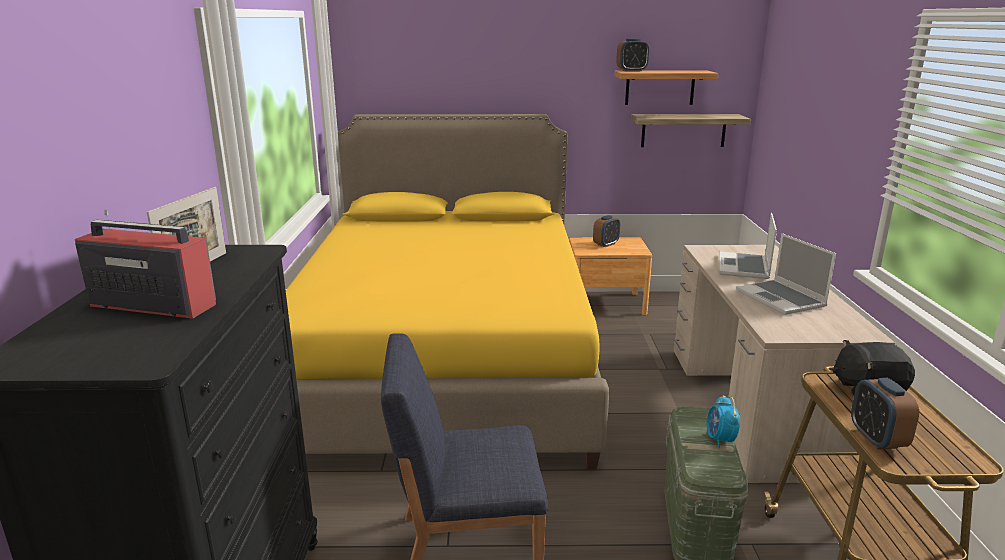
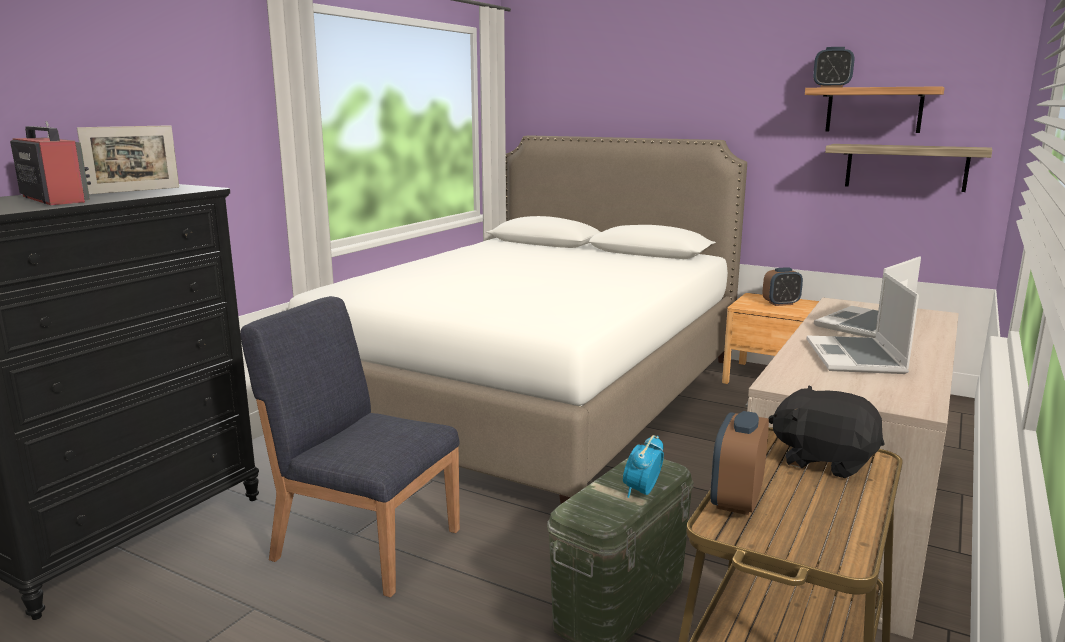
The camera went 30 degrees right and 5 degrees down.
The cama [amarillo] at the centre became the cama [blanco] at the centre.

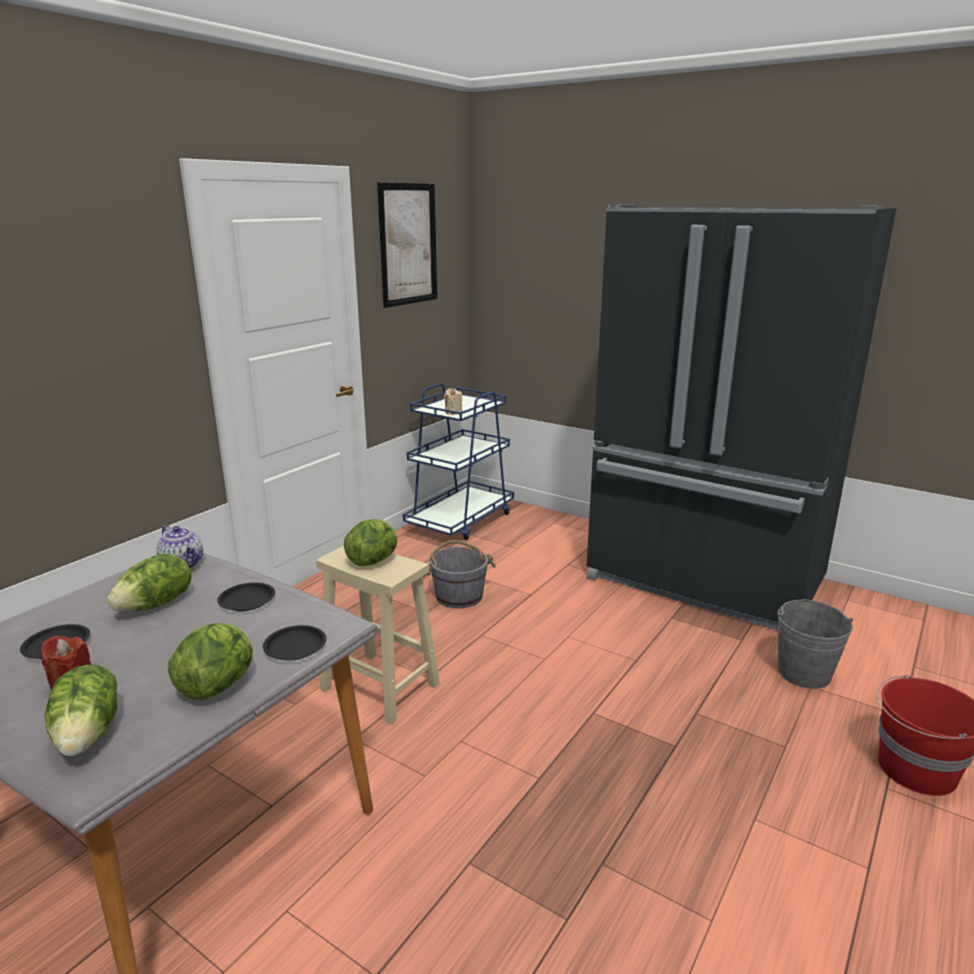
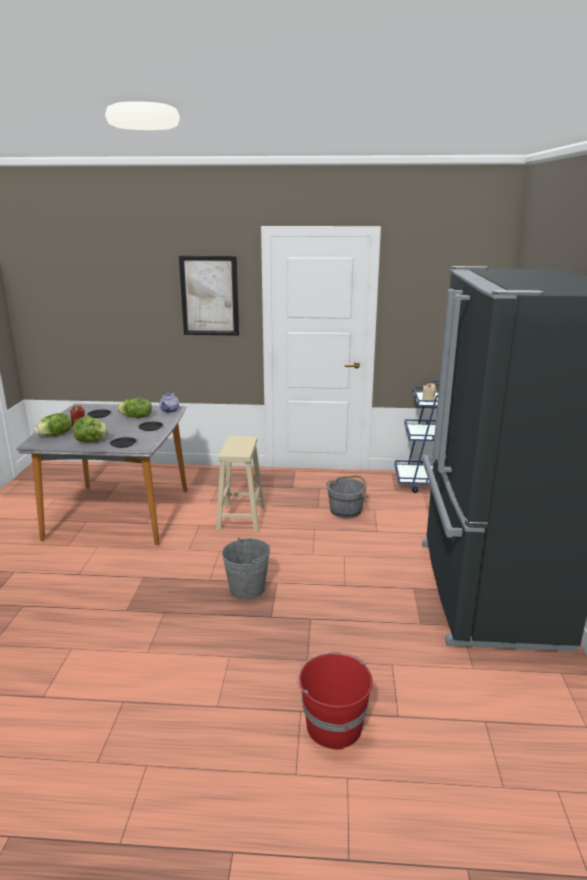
The camera went 60 degrees right and 0 degrees up.
The cuadro moved from the top centre to the centre.
The cubo [gris] (2nd from left in the first image) moved from the middle right to the centre.
The lechuga (4th from left) at the centre disappeared.

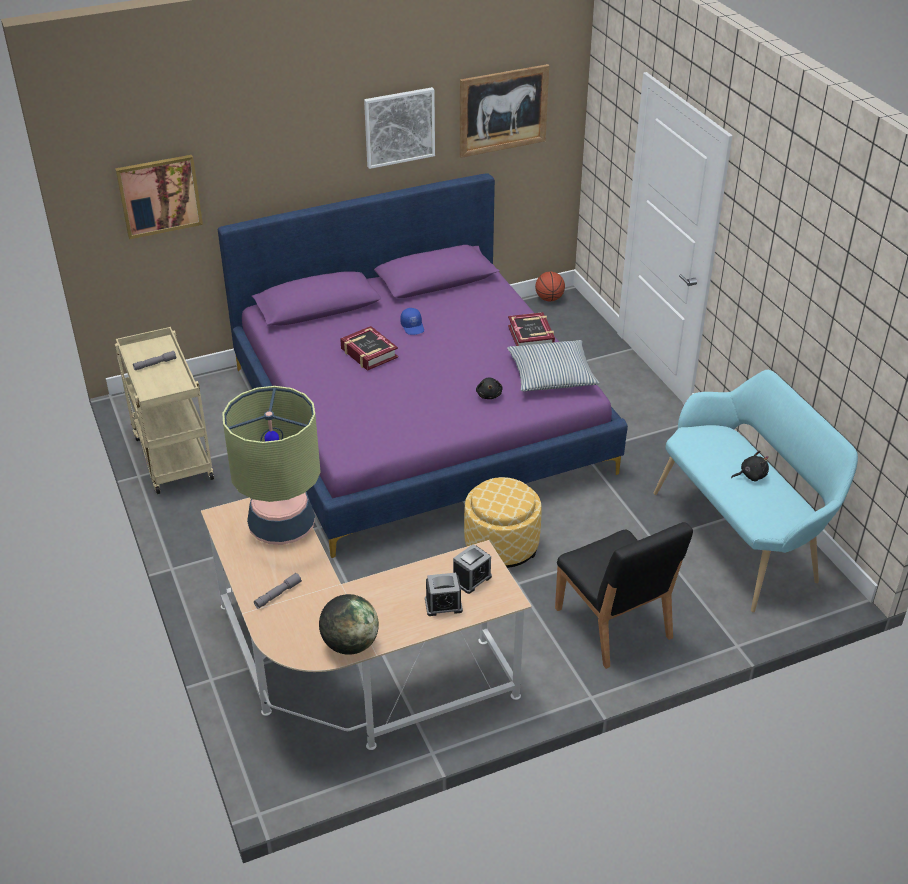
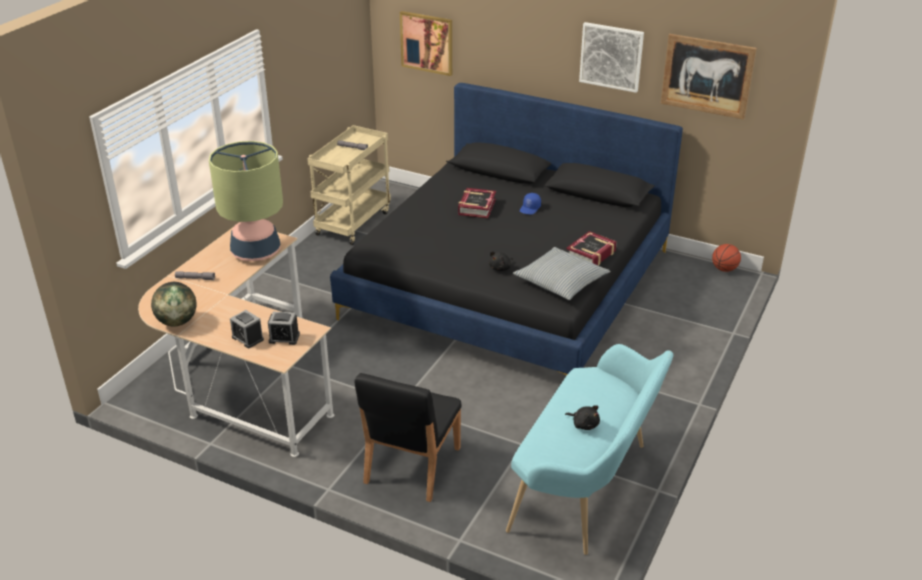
The camera went 50 degrees right and 5 degrees down.
The cama [morado] at the centre became the cama [negro] at the centre.
The puf at the centre disappeared.

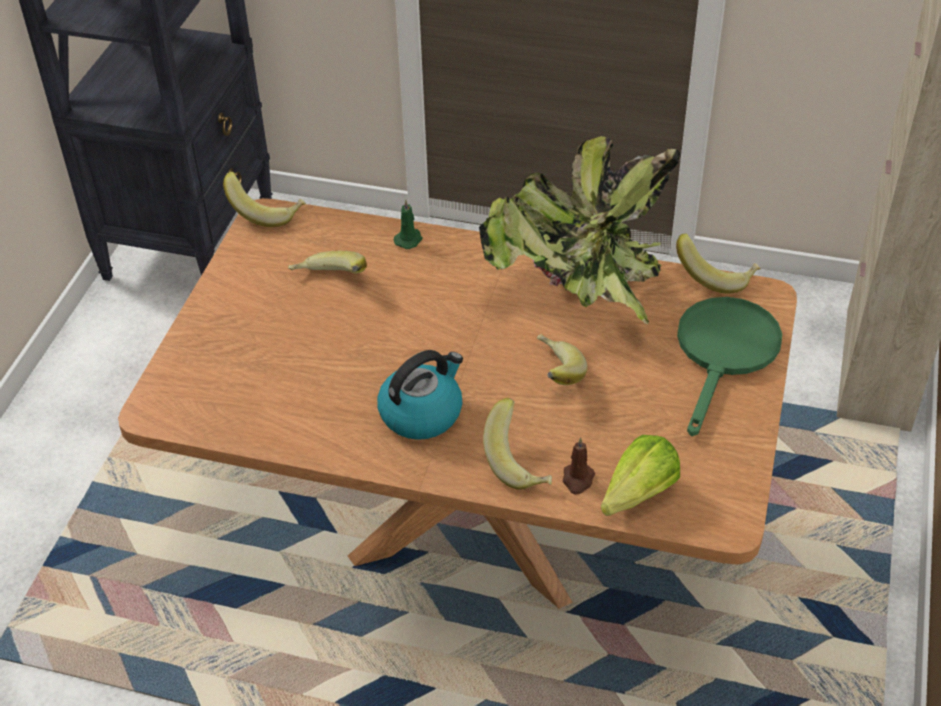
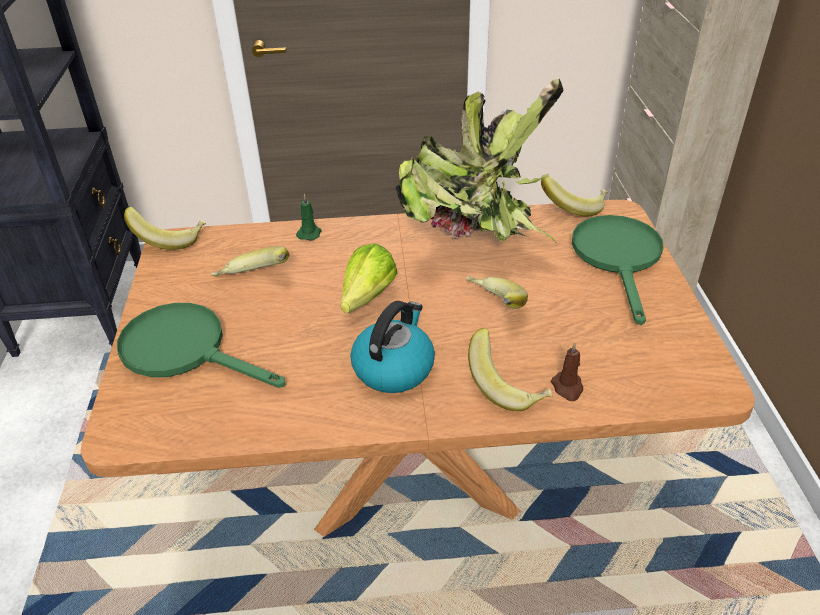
The camera went 20 degrees left and 5 degrees down.
The sartén [verde] (1st from left) at the middle left appeared.
The lechuga moved from the bottom right to the centre.

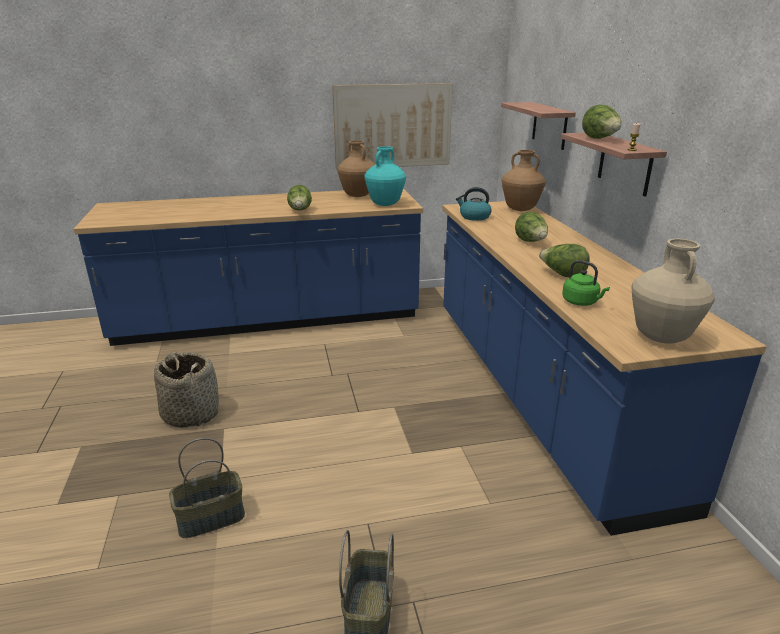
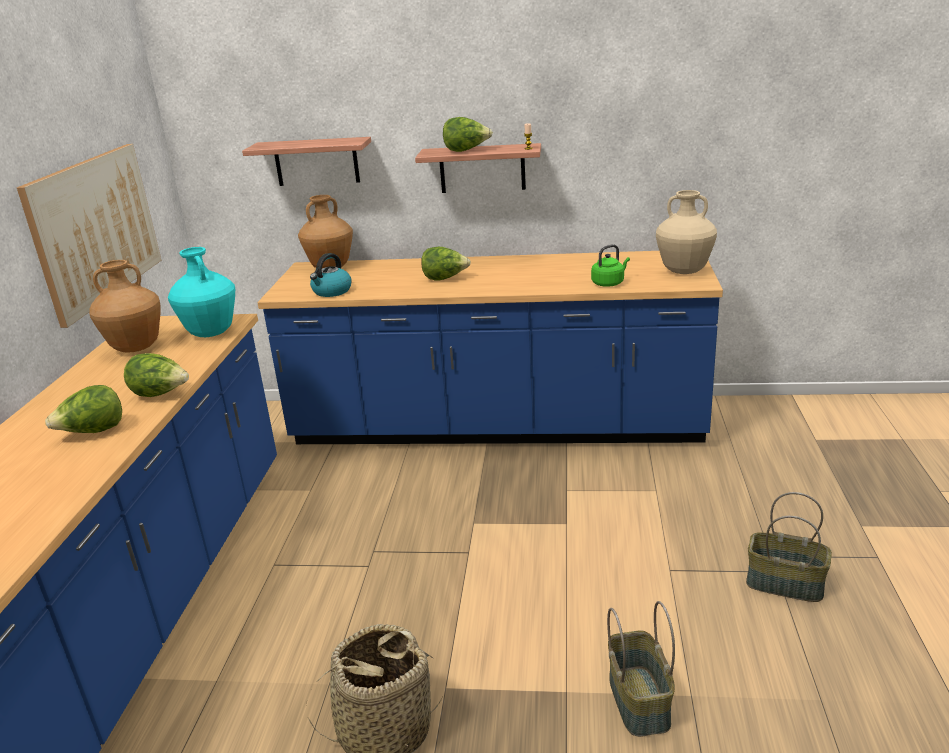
The camera went 70 degrees left and 0 degrees up.
The lechuga (3rd from left in the first image) moved from the middle right to the middle left.

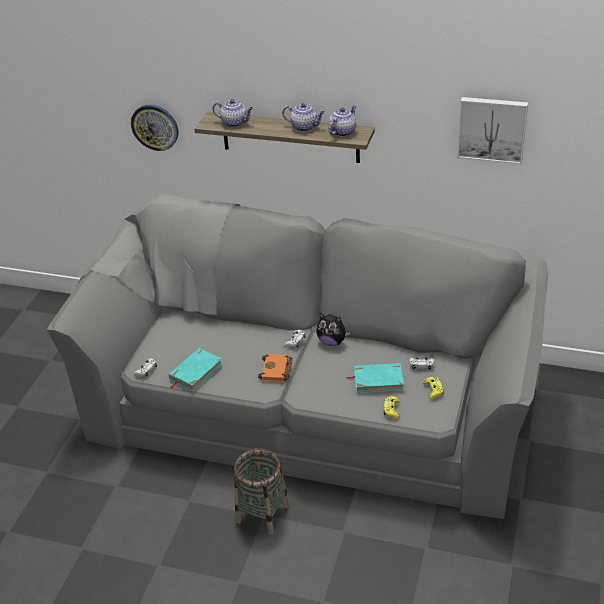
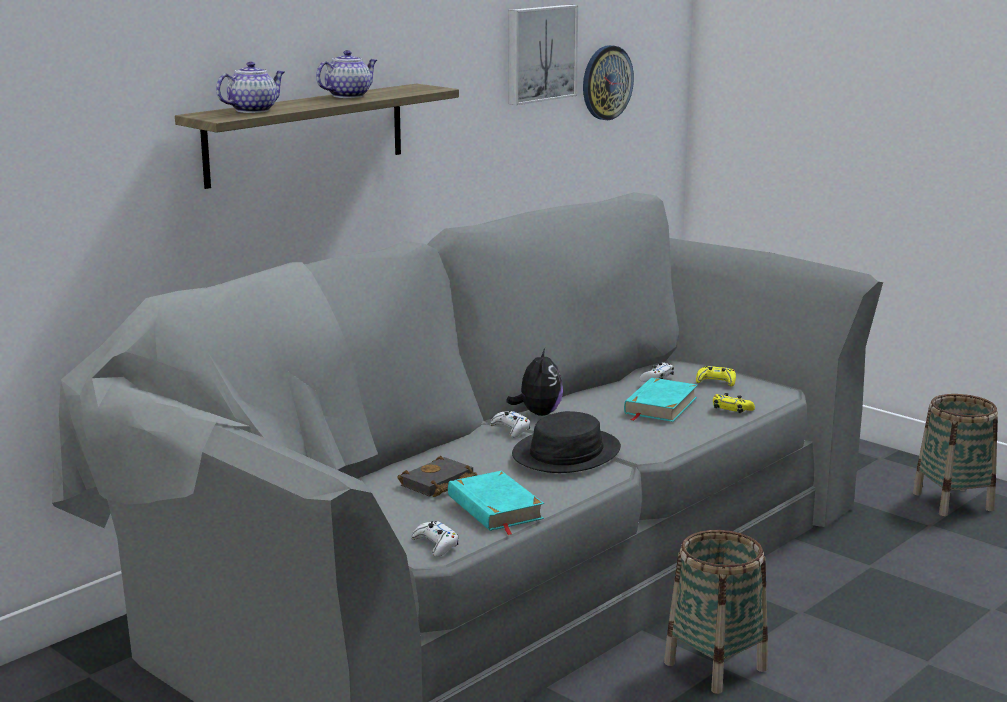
The camera went 65 degrees left and 20 degrees down.
The libro [negro] at the bottom centre appeared.
The peluche at the centre turned 45 degrees counterclockwise.
The libro [naranja] at the centre was replaced by the sombrero [negro] at the centre.
The reloj de pared moved from the top left to the top centre.
The cesta (2nd from left) at the middle right appeared.
The tetera (3rd from left) at the top centre disappeared.

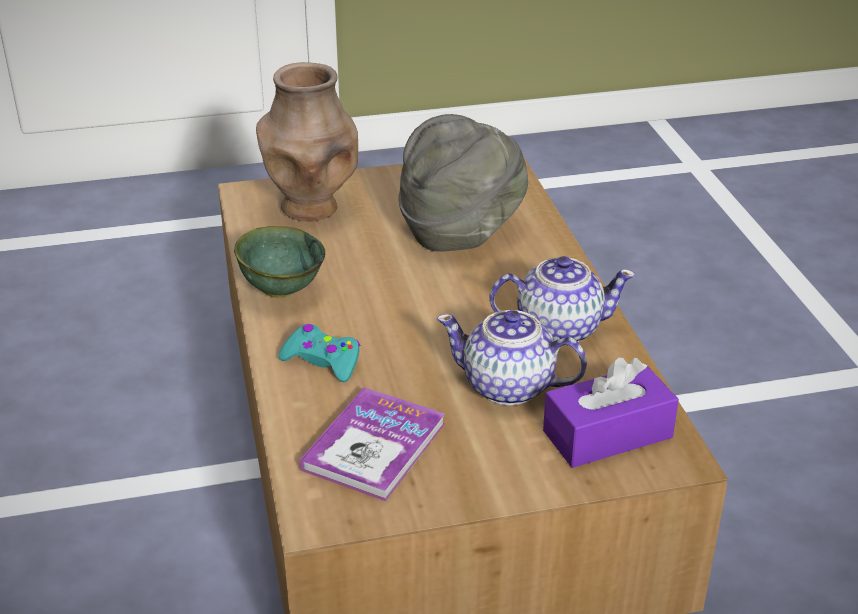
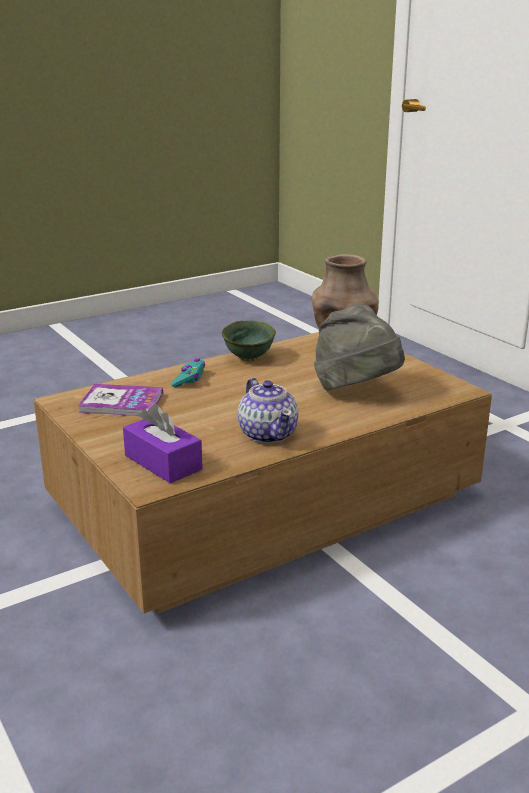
The camera went 70 degrees right and 10 degrees down.
The tetera (1st from left) at the centre disappeared.

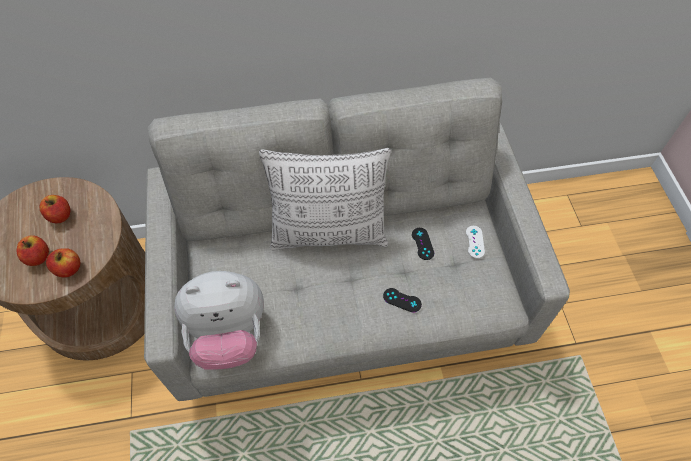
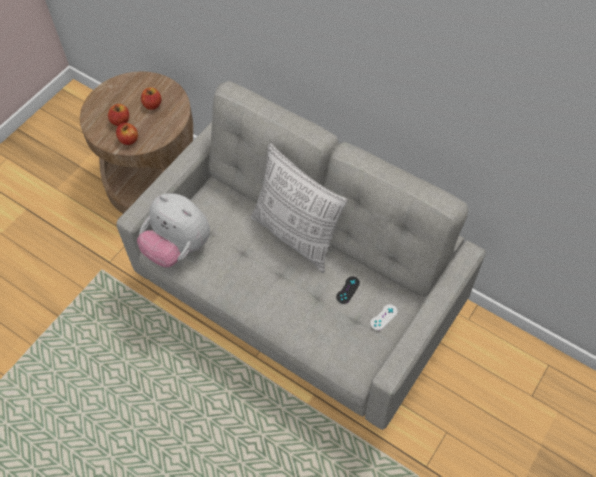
The camera went 45 degrees right and 0 degrees up.
The mando de consola [negro] (1st from left) at the centre disappeared.

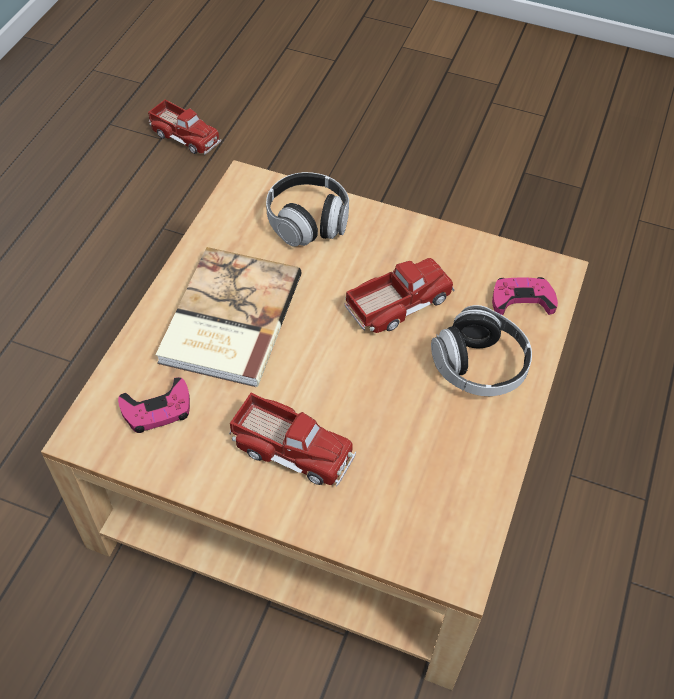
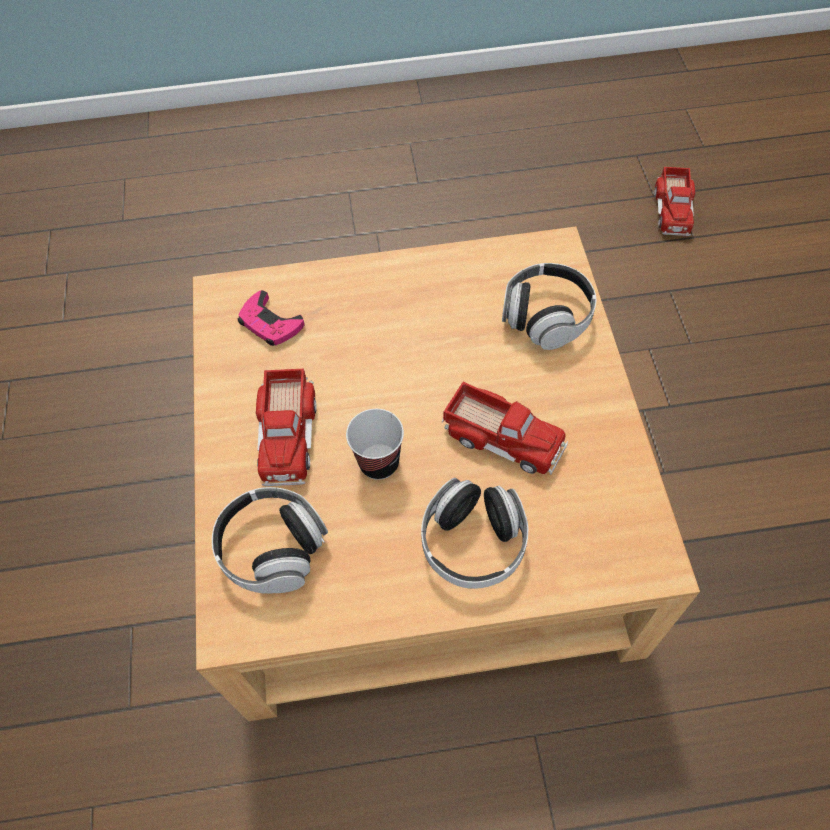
The camera went 65 degrees right and 5 degrees up.
The auriculares (1st from left) at the middle left appeared.
The taza at the centre appeared.
The libro at the centre disappeared.
The mando de consola [rosa] (2nd from left) at the middle right disappeared.

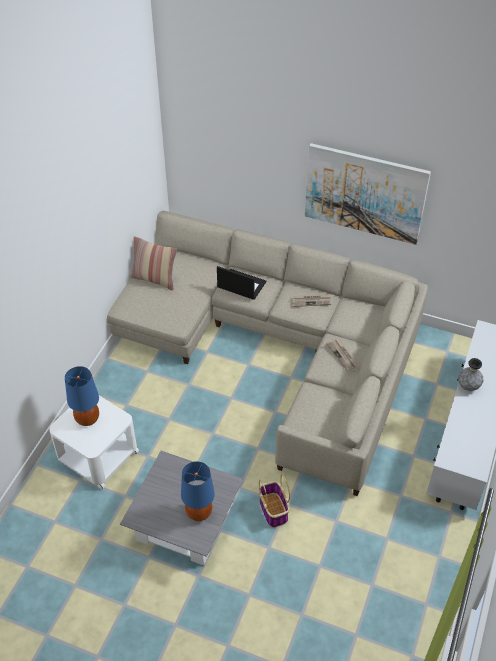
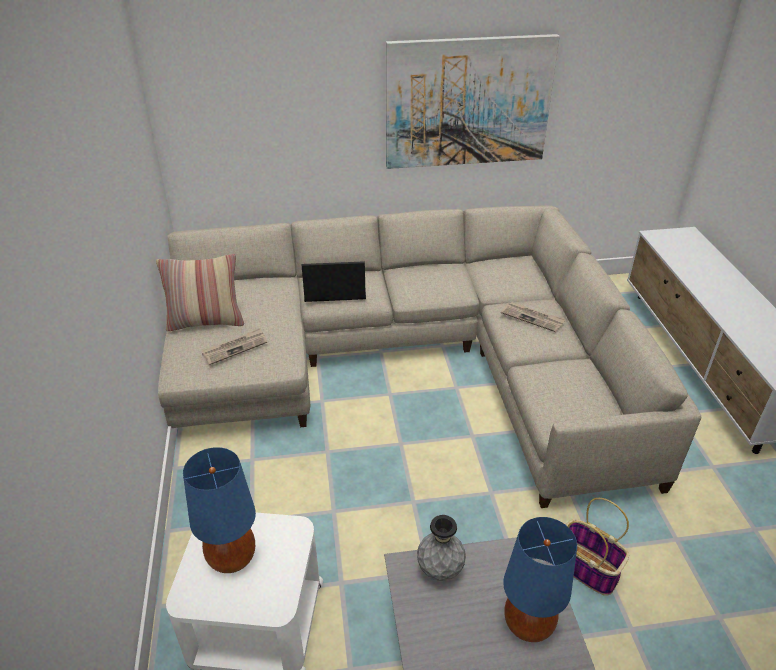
The camera went 30 degrees left and 10 degrees down.
The periódico (1st from left) moved from the centre to the middle left.
The florero [gris] moved from the middle right to the bottom centre.

